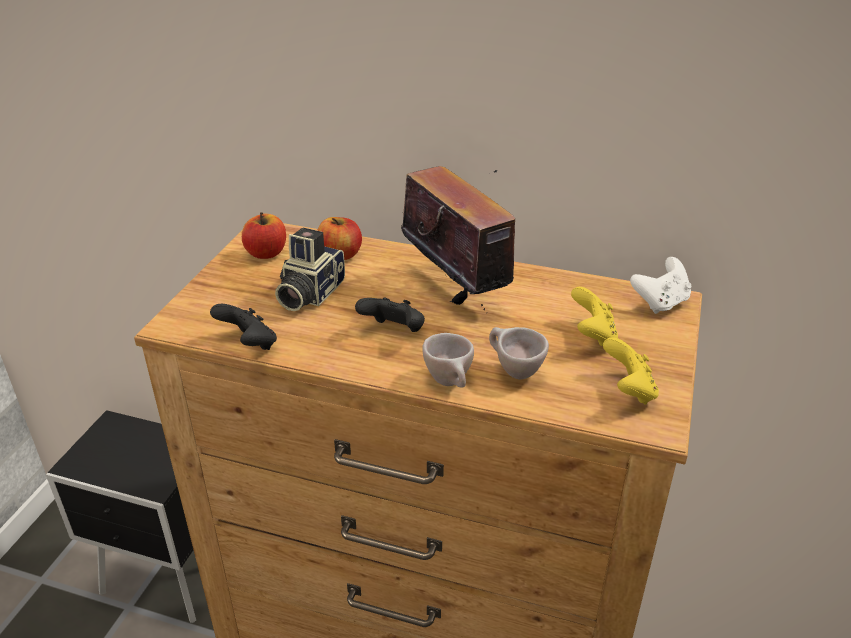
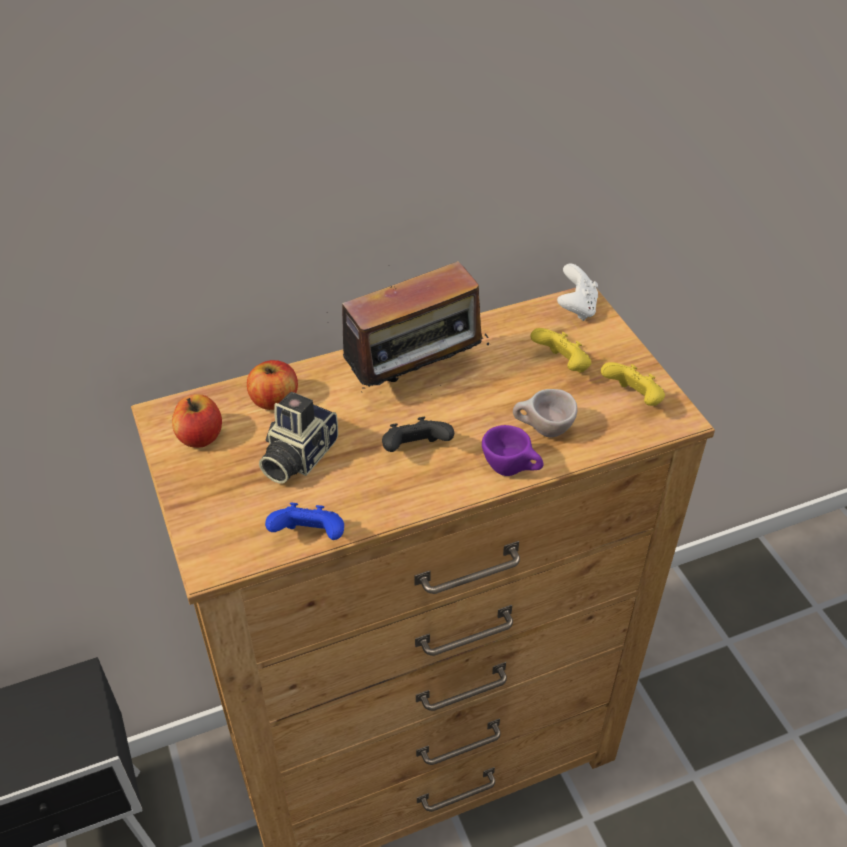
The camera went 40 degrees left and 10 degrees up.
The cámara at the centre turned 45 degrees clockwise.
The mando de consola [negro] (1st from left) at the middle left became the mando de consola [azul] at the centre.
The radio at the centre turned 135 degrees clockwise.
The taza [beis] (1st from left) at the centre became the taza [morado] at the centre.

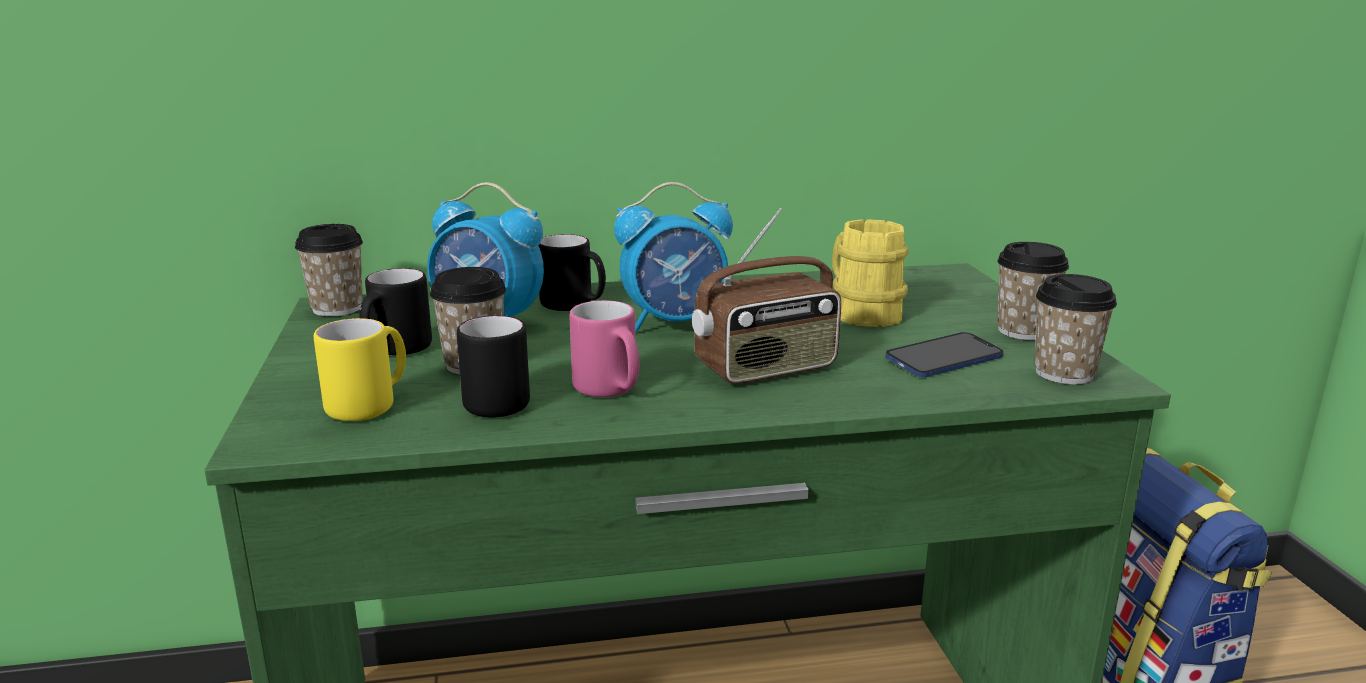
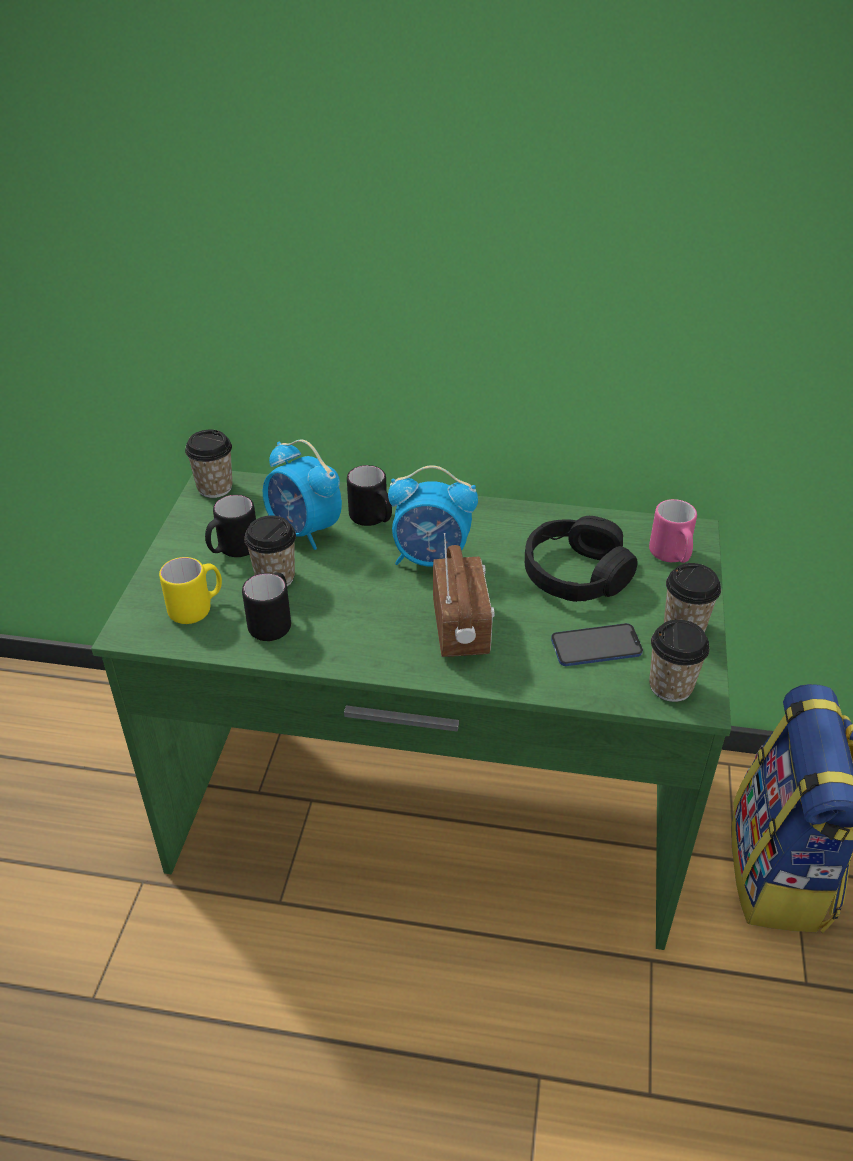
The camera went 20 degrees right and 20 degrees up.
The radio at the centre turned 90 degrees counterclockwise.
The taza grande [amarillo] (2nd from left) at the centre was replaced by the auriculares [negro] at the middle right.
The taza grande [rosa] moved from the centre to the middle right.

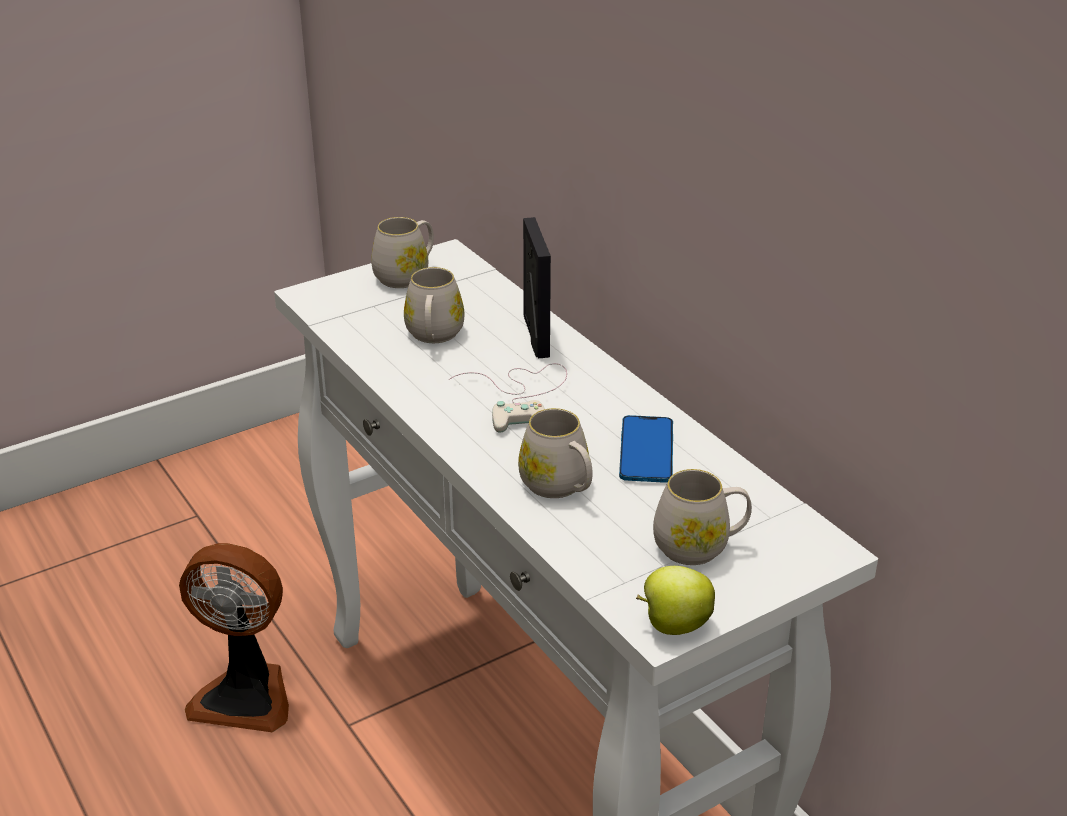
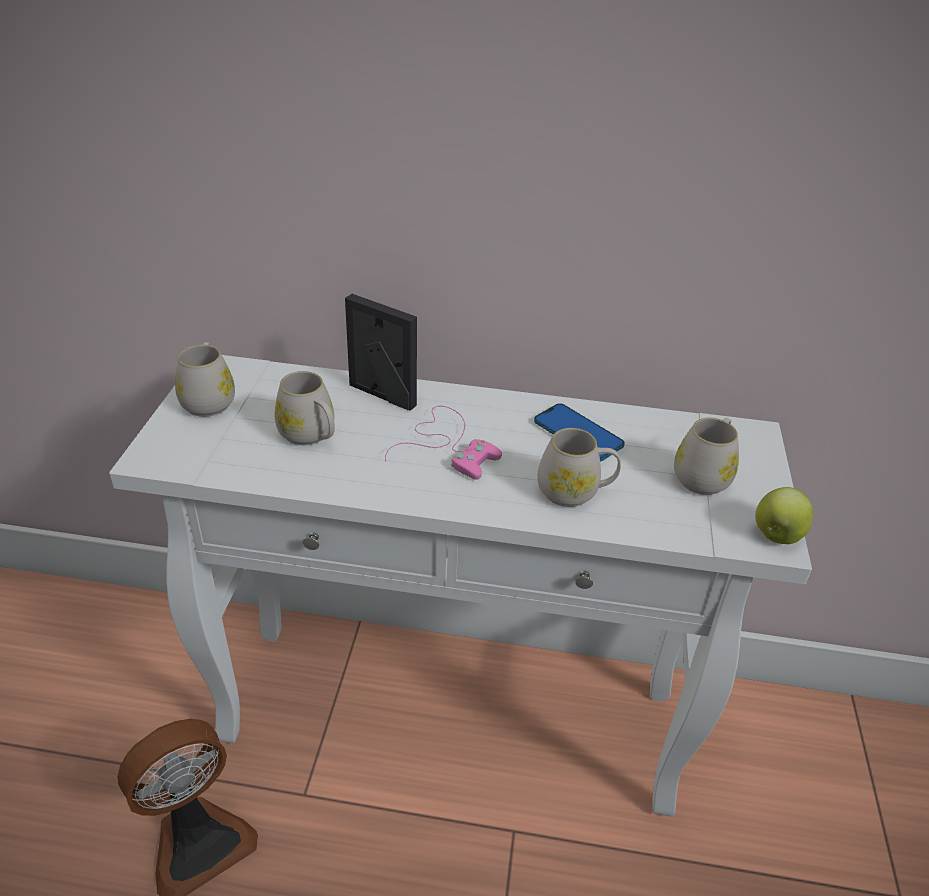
The camera went 50 degrees left and 5 degrees up.
The mando de consola [blanco] at the centre became the mando de consola [rosa] at the centre.

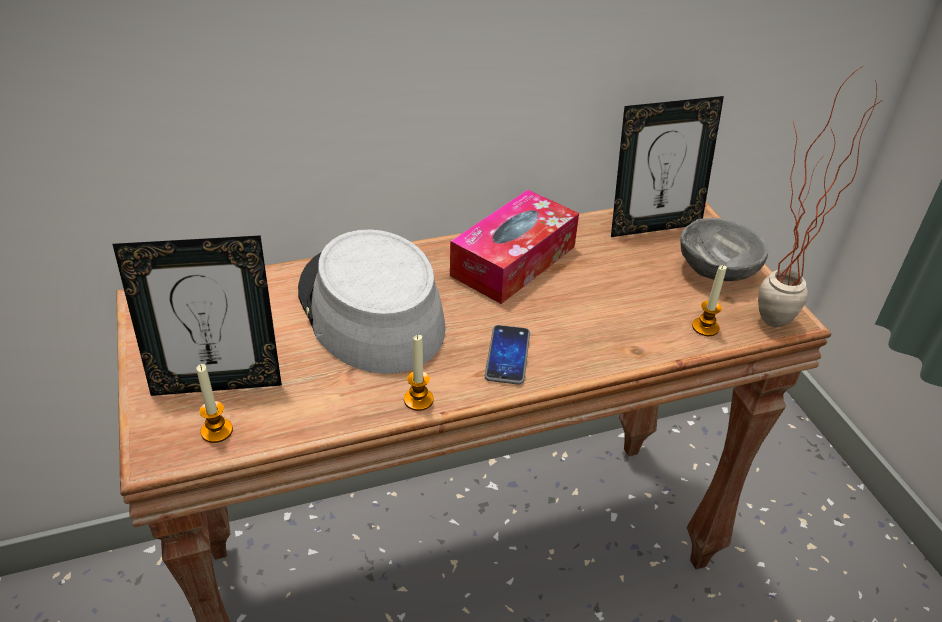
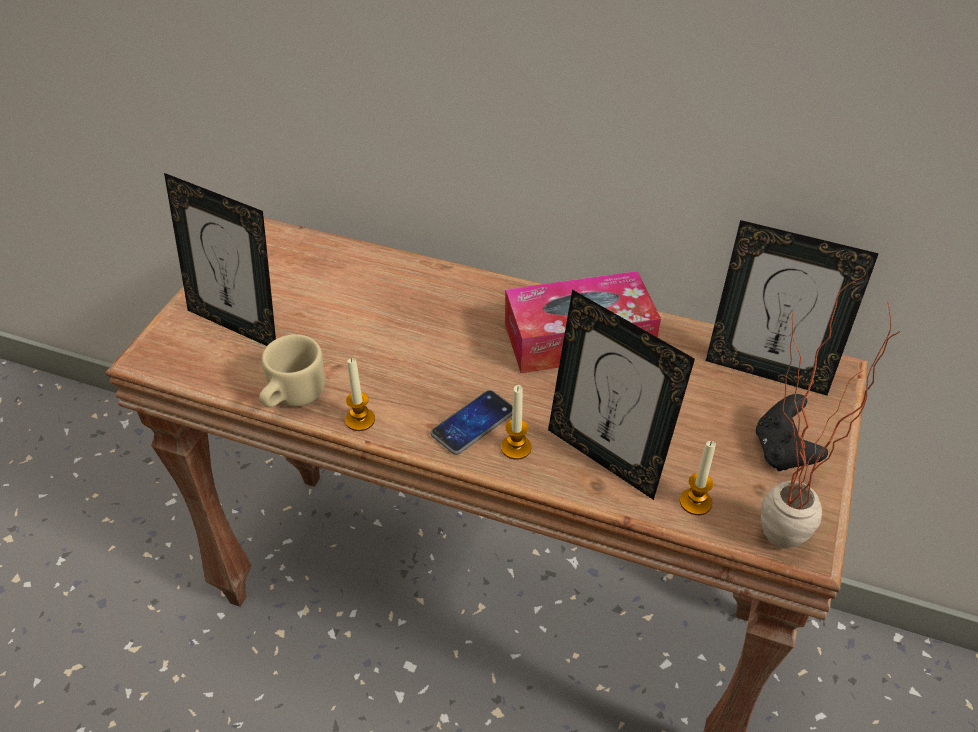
The camera went 40 degrees right and 5 degrees up.
The taza grande [beis] at the middle left appeared.
The vela (1st from left in the first image) moved from the middle left to the centre.
The portarretratos (2nd from left) at the centre appeared.
The cuenco [gris] at the middle right was replaced by the mando de consola [negro] at the middle right.
The sombrero [gris] at the centre disappeared.

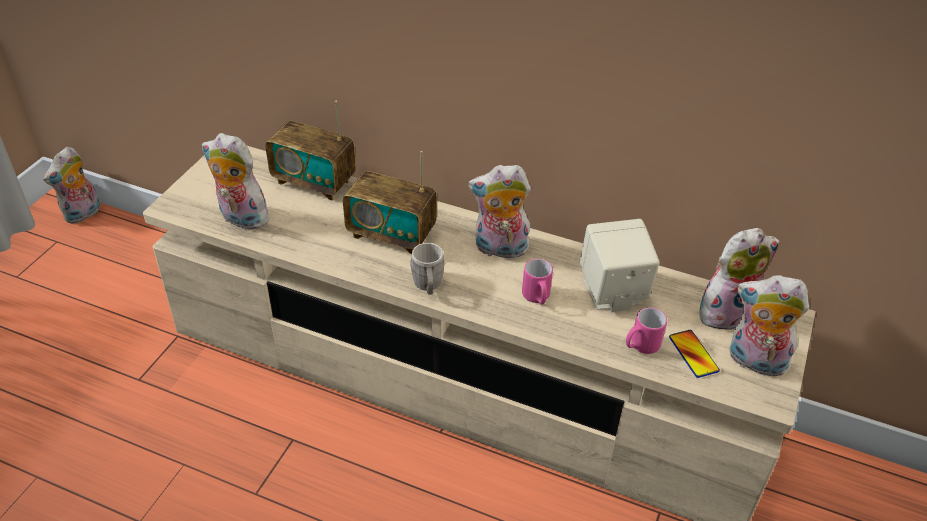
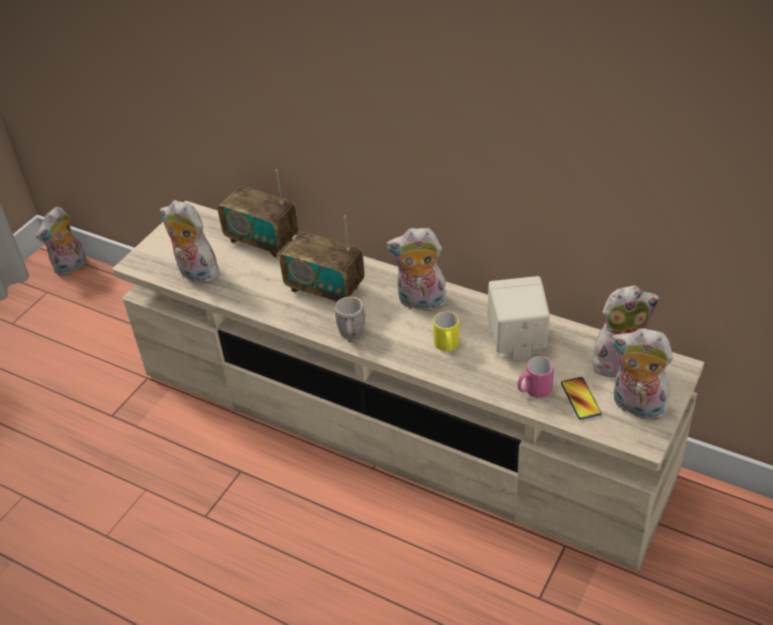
The camera went 10 degrees right and 0 degrees up.
The taza grande [rosa] (1st from left) at the centre became the taza grande [amarillo] at the centre.

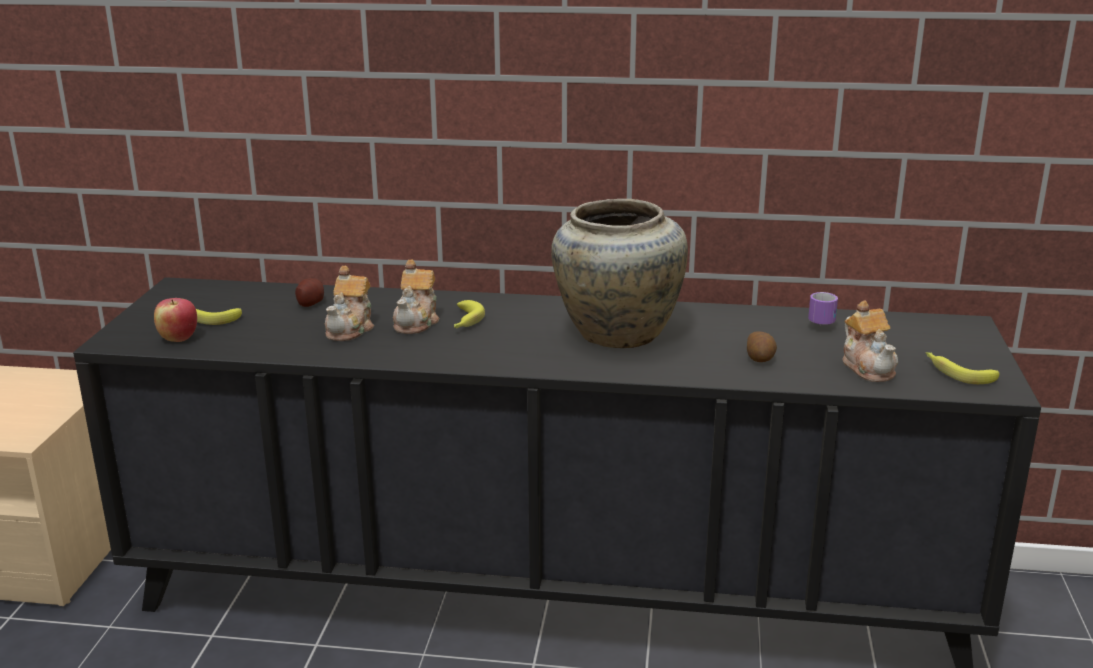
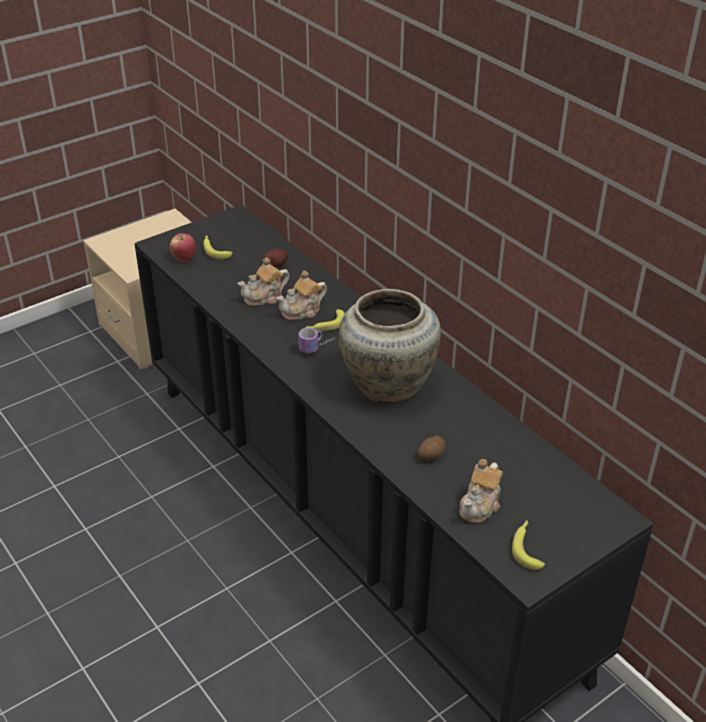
The camera went 45 degrees right and 15 degrees up.
The taza grande moved from the middle right to the centre.

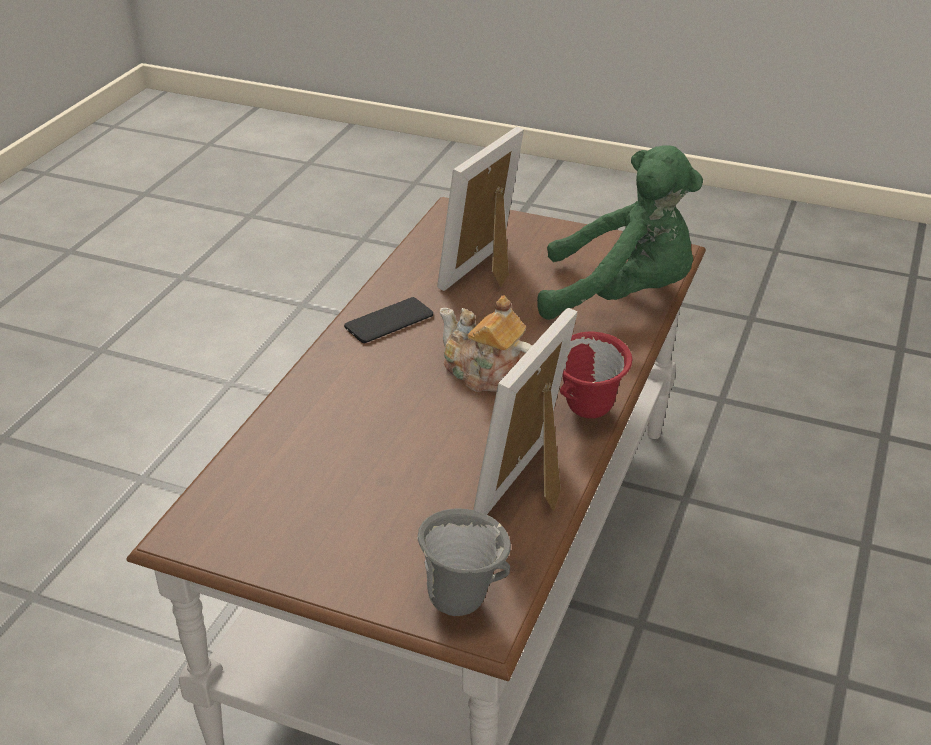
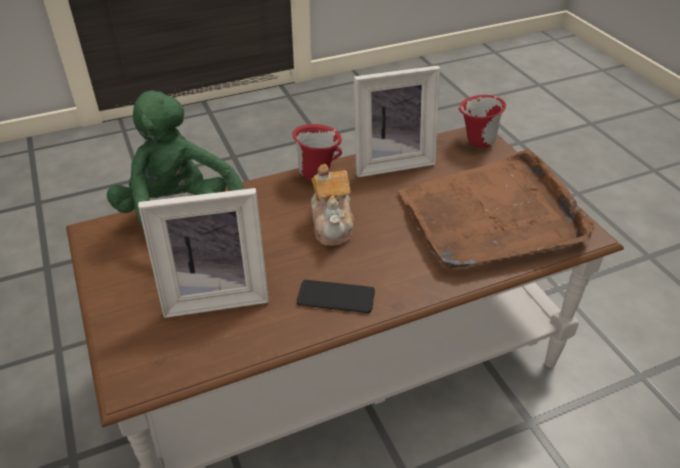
The camera went 135 degrees left and 5 degrees up.
The bandeja [marrón] at the middle right appeared.
The taza grande [gris] at the bottom centre became the taza grande [rojo] (2nd from left) at the top right.

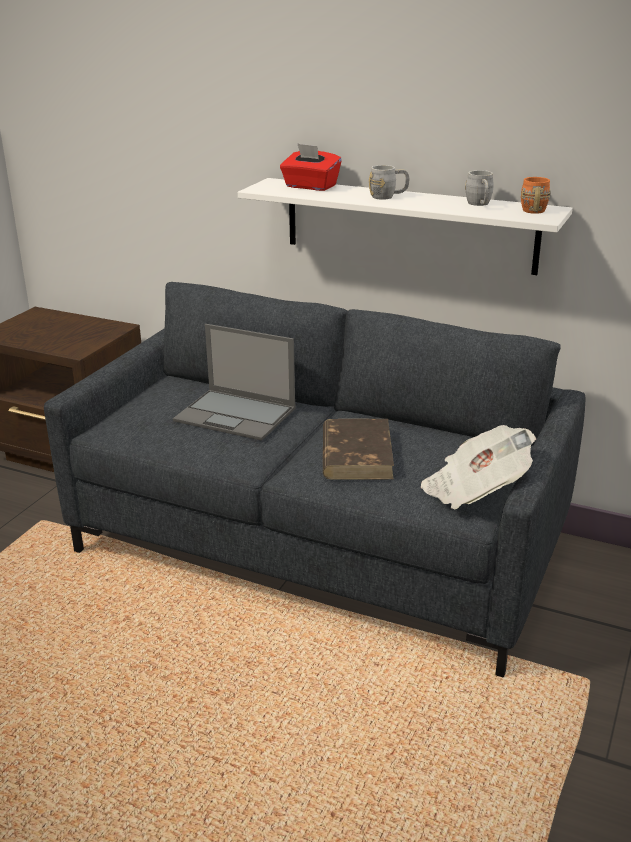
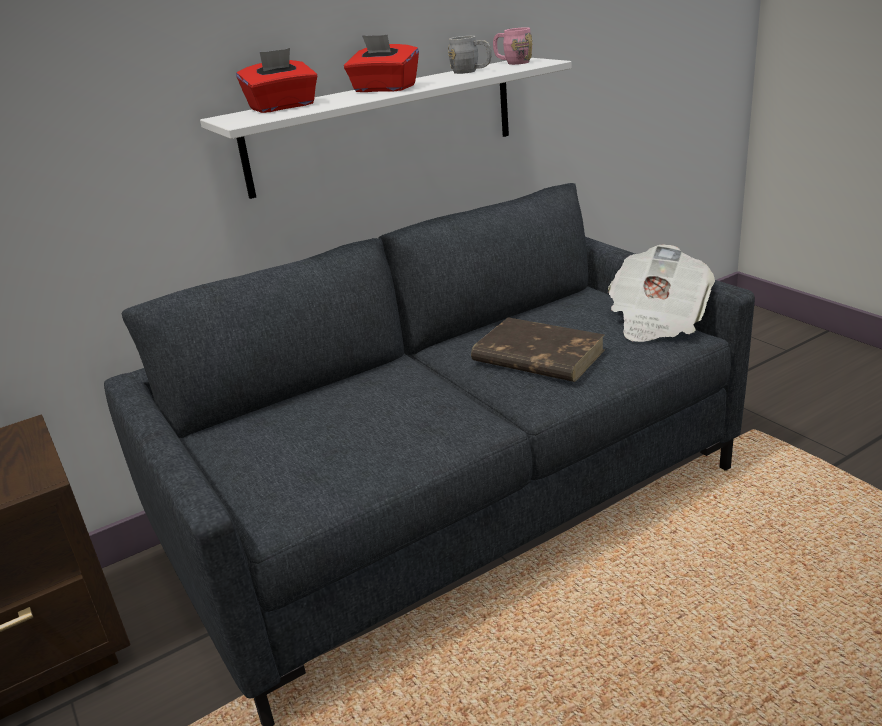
The camera went 55 degrees left and 0 degrees up.
The taza grande [gris] (1st from left) at the top centre was replaced by the caja de pañuelos [rojo] (2nd from left) at the top centre.
The taza grande [naranja] at the top right became the taza grande [rosa] at the top centre.
The portátil at the centre disappeared.

